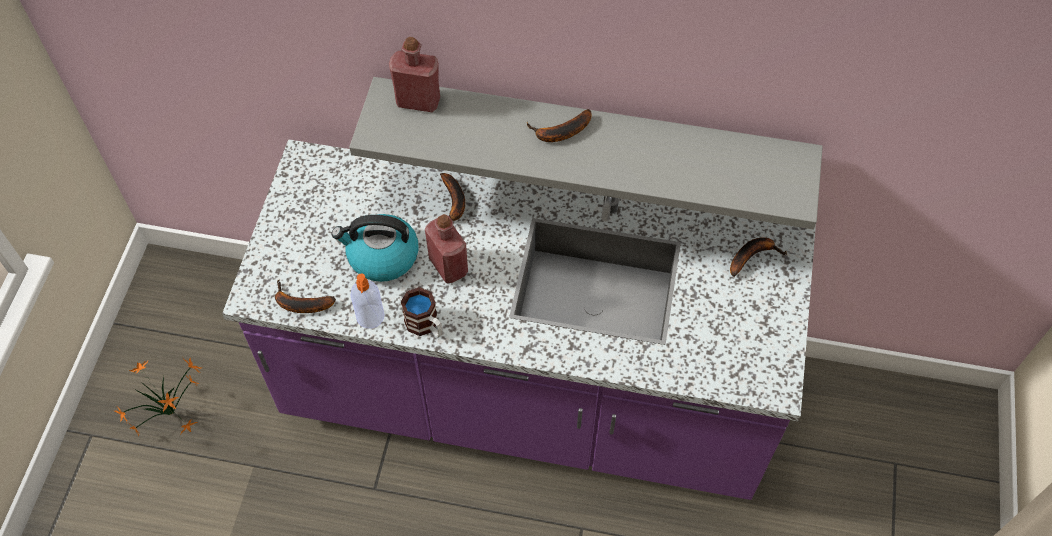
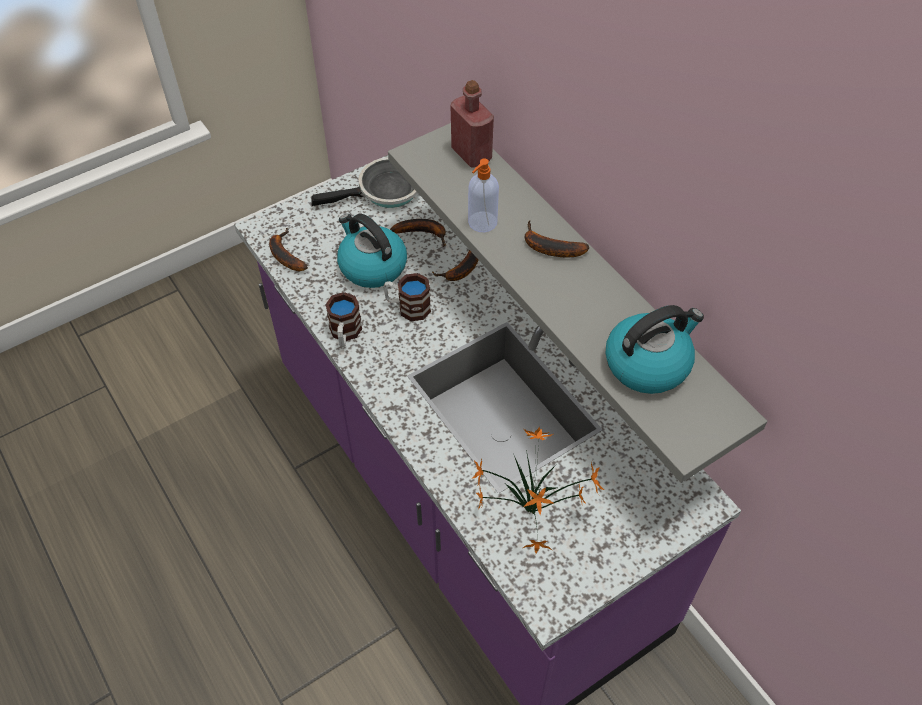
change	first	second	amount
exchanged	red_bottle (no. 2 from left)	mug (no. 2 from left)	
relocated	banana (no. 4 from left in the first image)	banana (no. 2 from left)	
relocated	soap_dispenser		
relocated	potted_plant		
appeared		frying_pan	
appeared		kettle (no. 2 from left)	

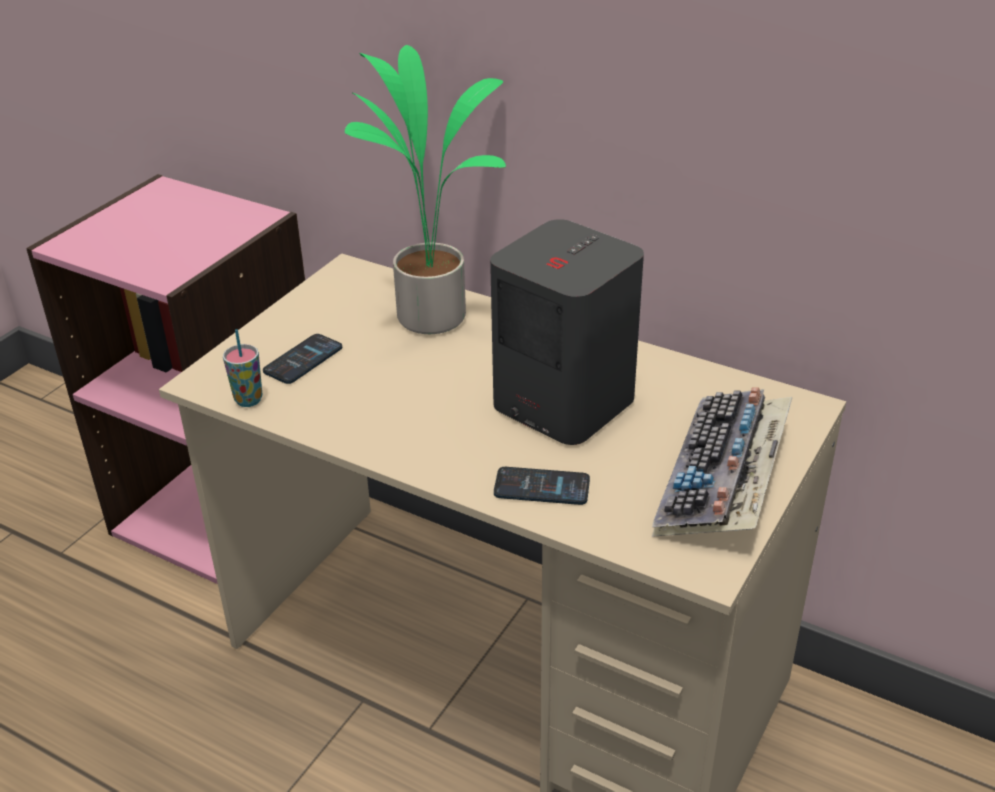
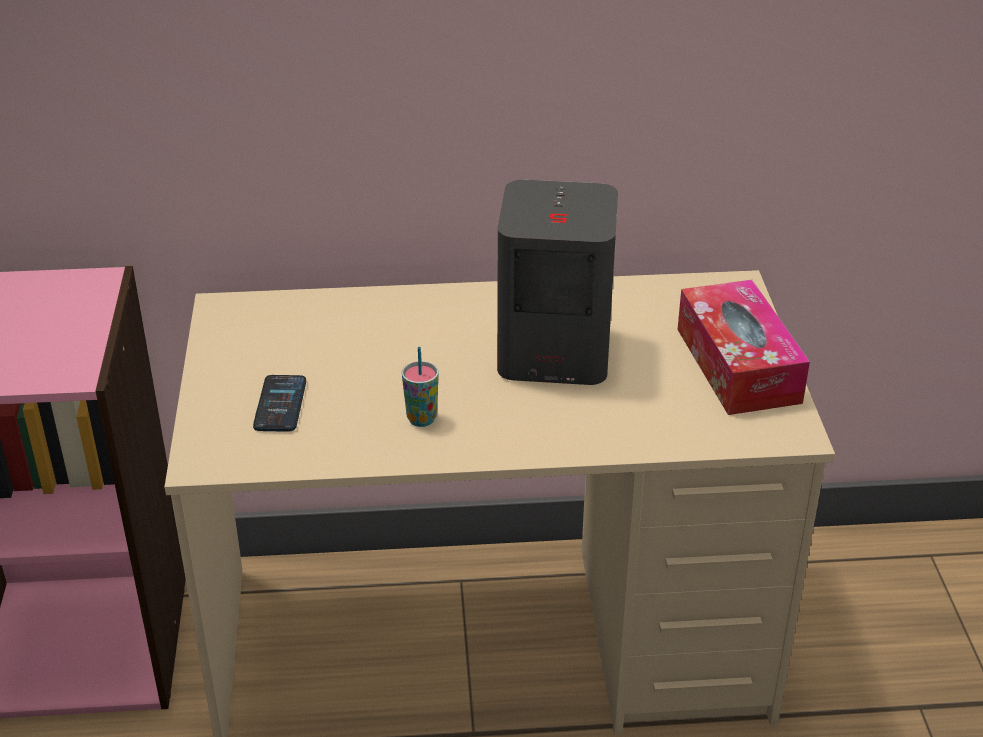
change	first	second	amount
missing	potted_plant		
relocated	cup		
exchanged	keyboard	tissue_box	
missing	phone (no. 2 from left)		

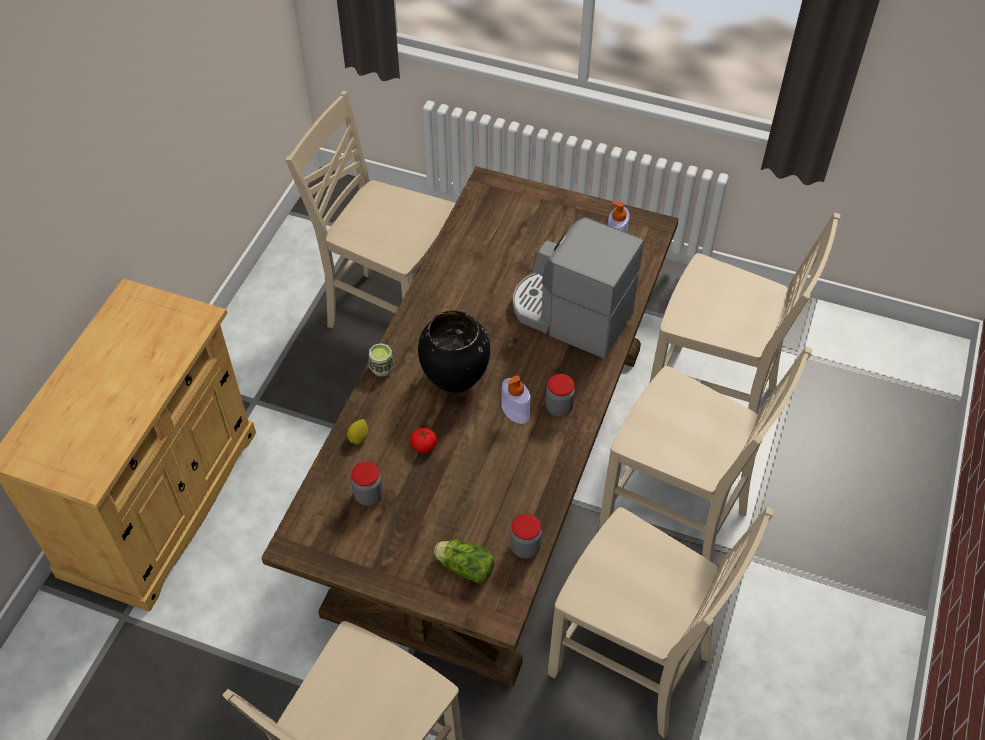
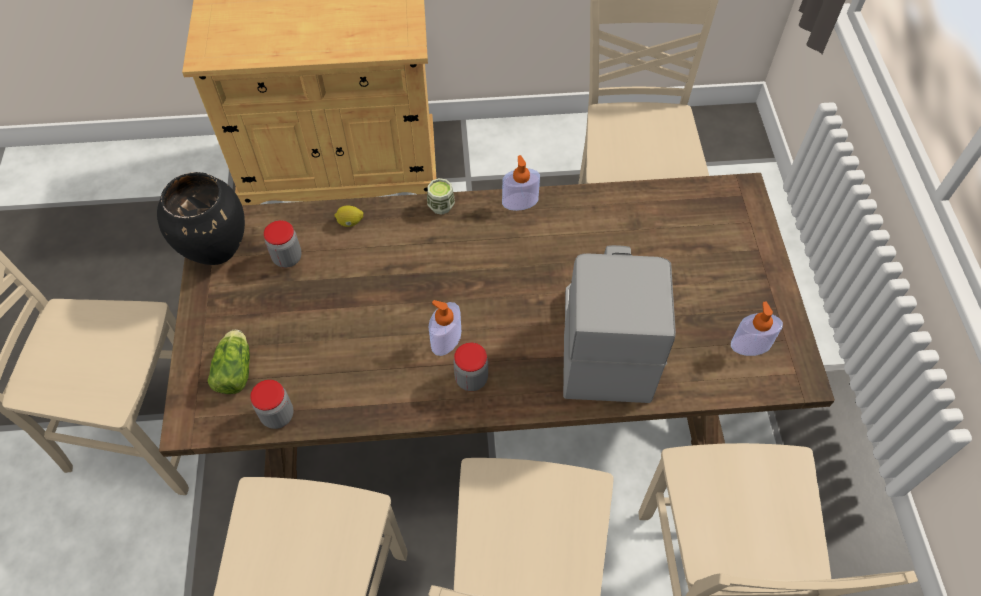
change	first	second	amount
relocated	black_vase		
missing	tomato		
appeared		soap_dispenser (no. 2 from left)	

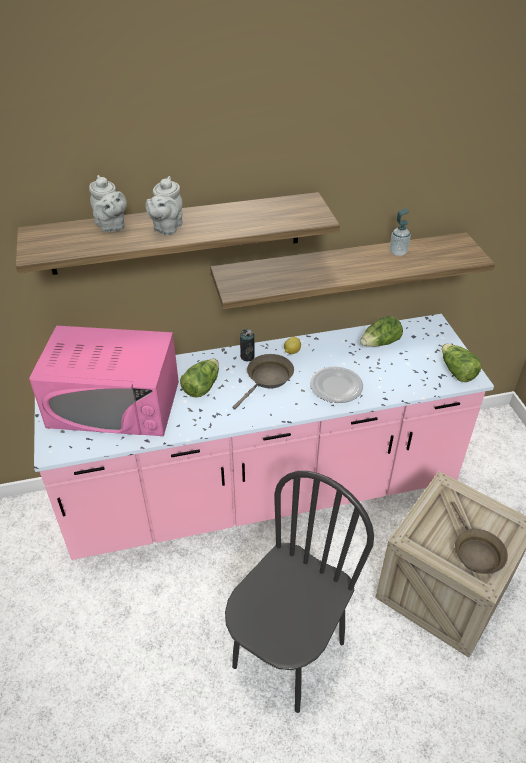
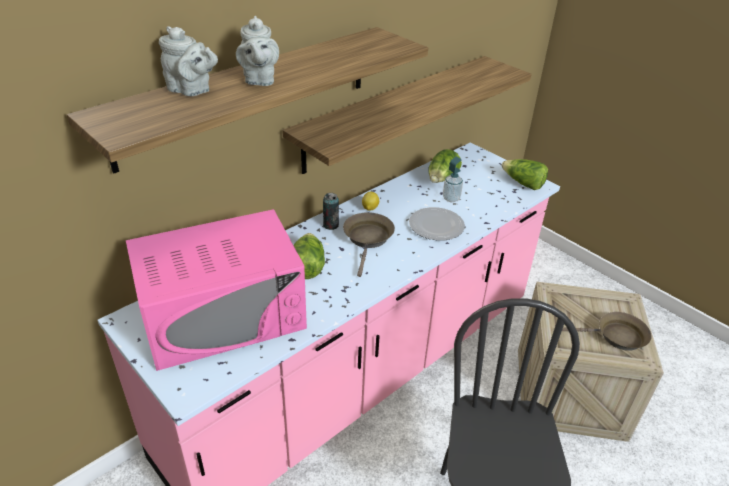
change	first	second	amount
relocated	soap_dispenser		
spun	brown_frying_pan (no. 2 from left)		45 degrees counterclockwise

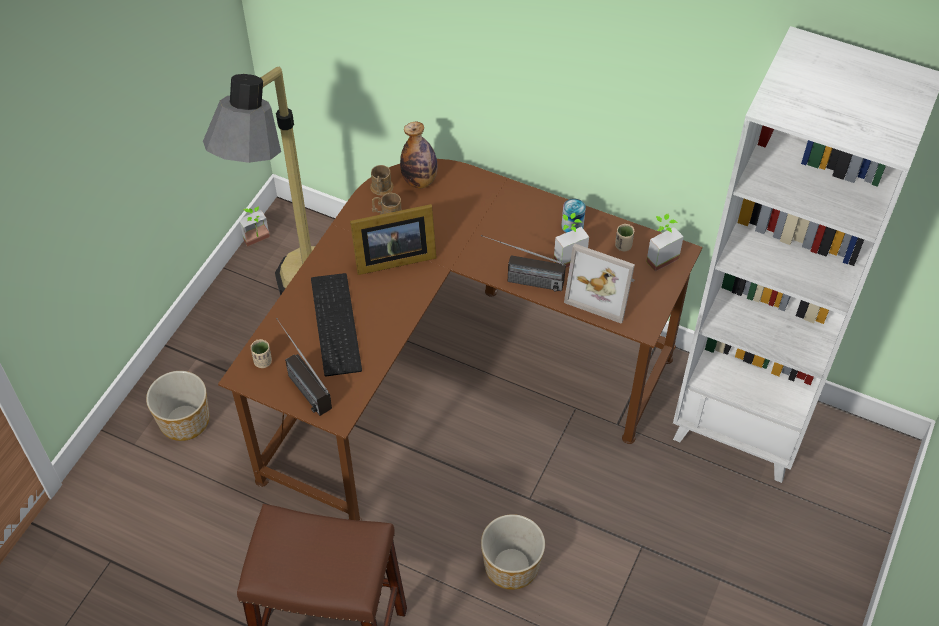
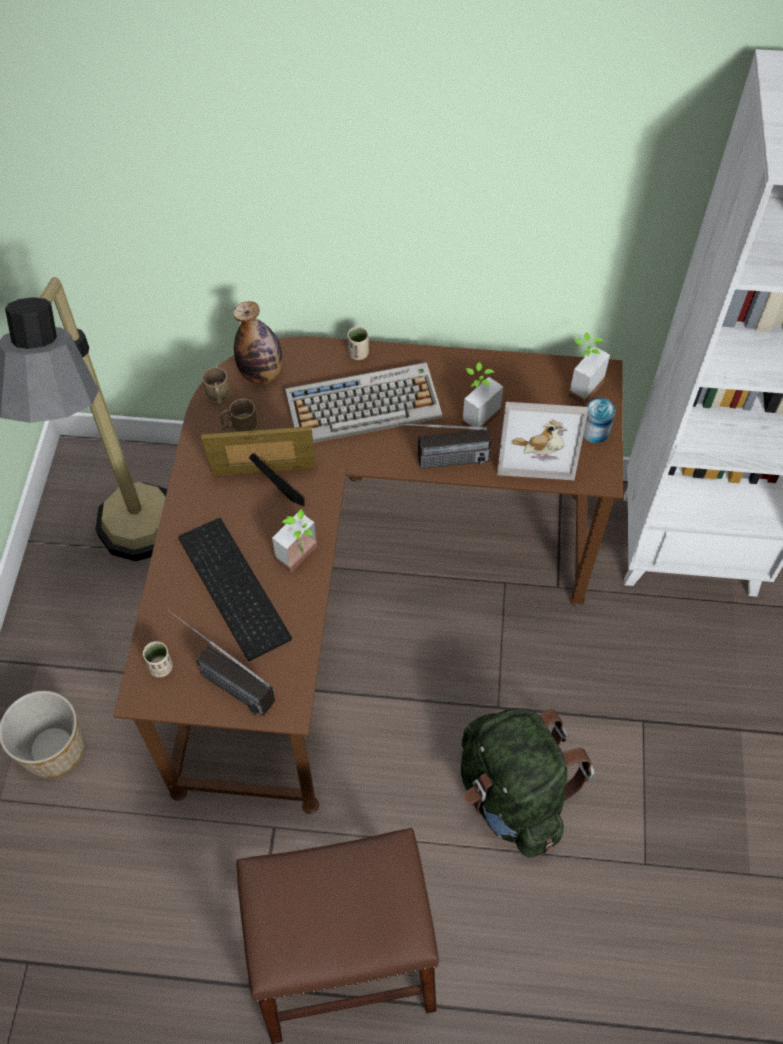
change	first	second	amount
relocated	can		
spun	picture_frame (no. 1 from left)		150 degrees counterclockwise
relocated	potted_plant (no. 1 from left)		
relocated	beige_cup (no. 2 from left)		
exchanged	planter (no. 2 from left)	green_backpack	
appeared		keyboard (no. 2 from left)	

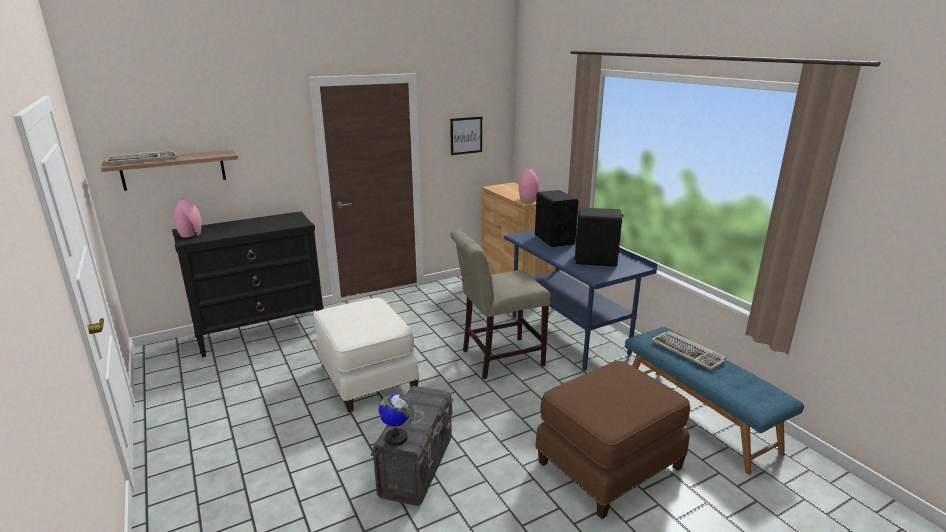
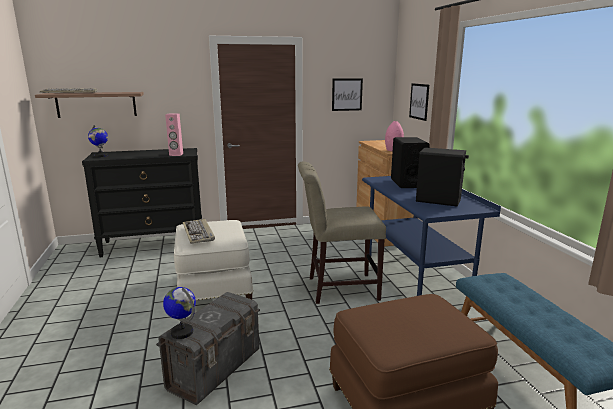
change	first	second	amount
exchanged	pink_vase (no. 1 from left)	globe (no. 1 from left)	
relocated	keyboard (no. 2 from left)		
appeared		picture (no. 2 from left)	
appeared		pink_speaker	

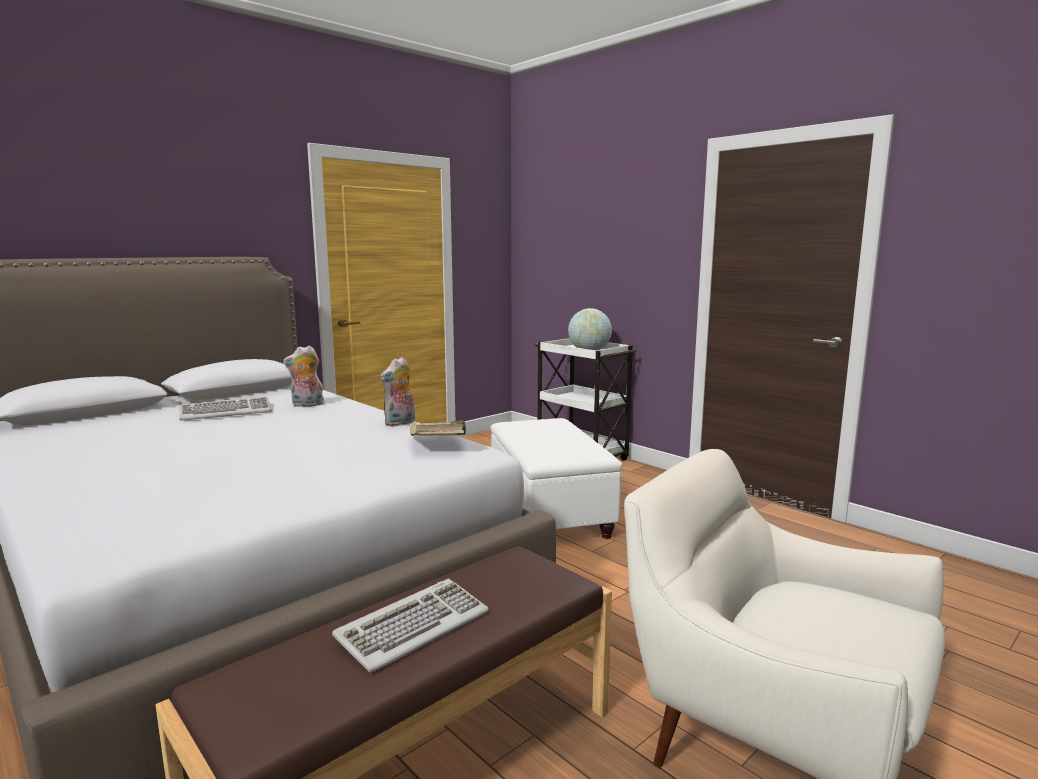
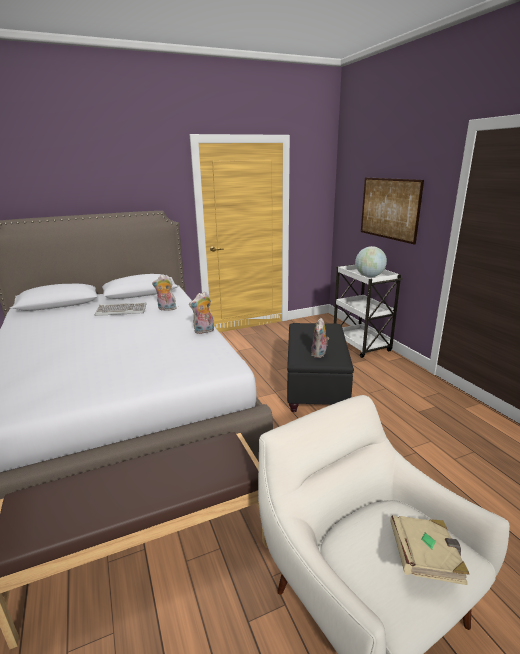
change	first	second	amount
colour	white_ottoman	black_ottoman	
relocated	beige_book		
missing	keyboard (no. 2 from left)		
appeared		picture	
appeared		plush_toy (no. 3 from left)	

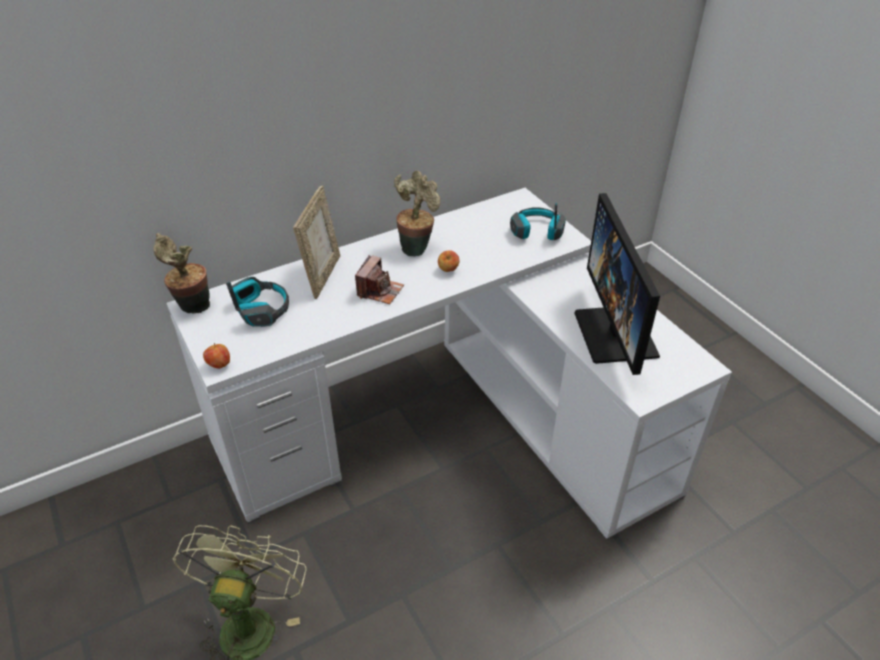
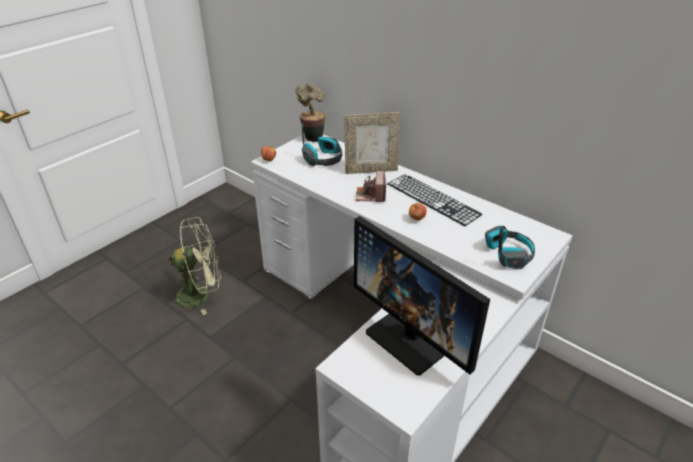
change	first	second	amount
exchanged	potted_plant (no. 2 from left)	keyboard	
spun	monitor		105 degrees counterclockwise
spun	photo_camera		90 degrees clockwise

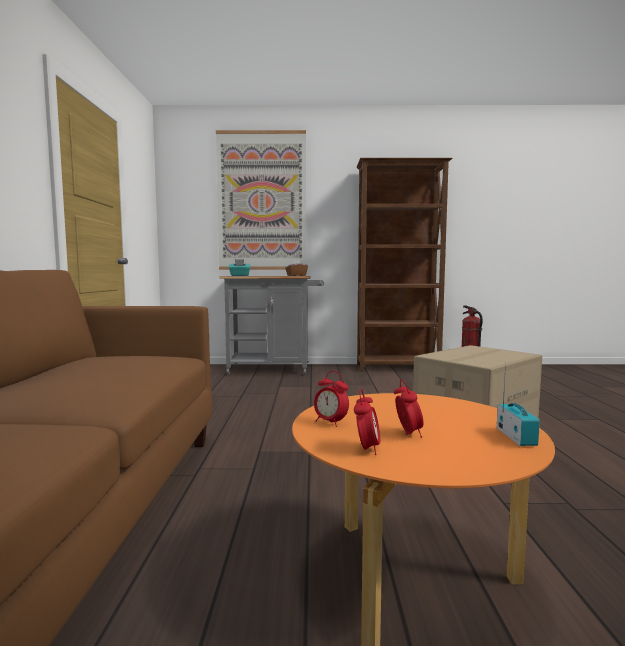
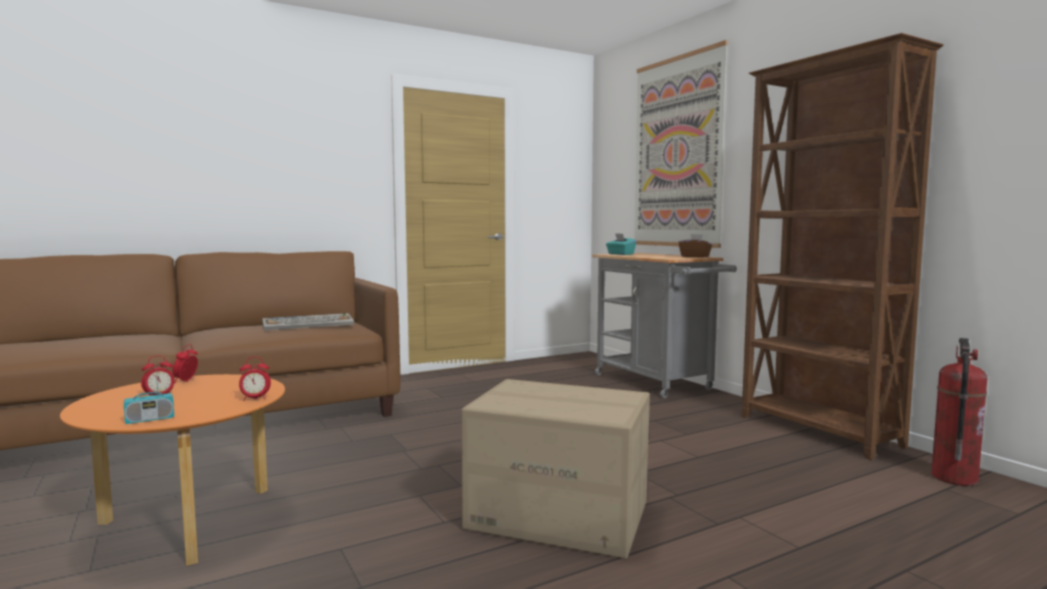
change	first	second	amount
relocated	alarm_clock (no. 2 from left in the first image)	alarm_clock (no. 3 from left)	
appeared		keyboard	

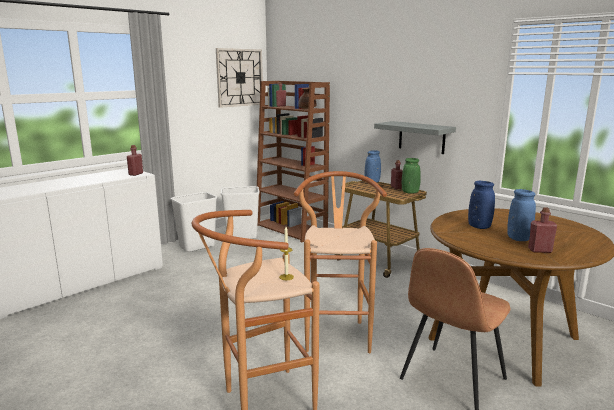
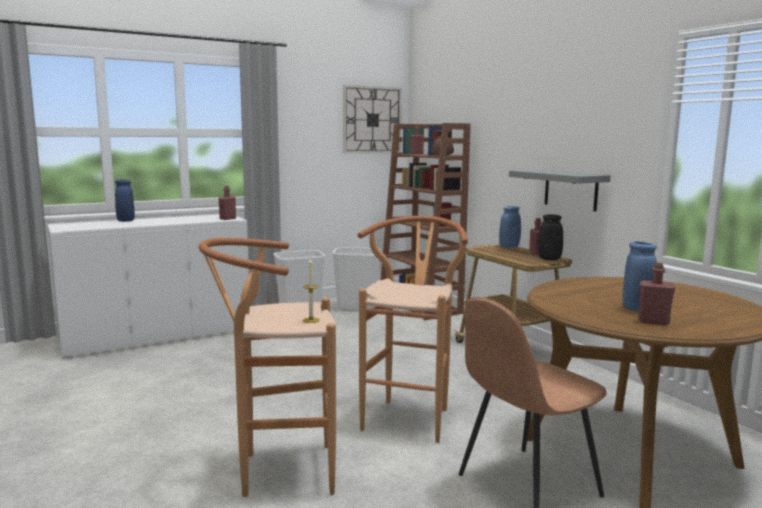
change	first	second	amount
colour	green_vase	black_vase	
relocated	blue_vase (no. 2 from left in the first image)	blue_vase (no. 1 from left)	

